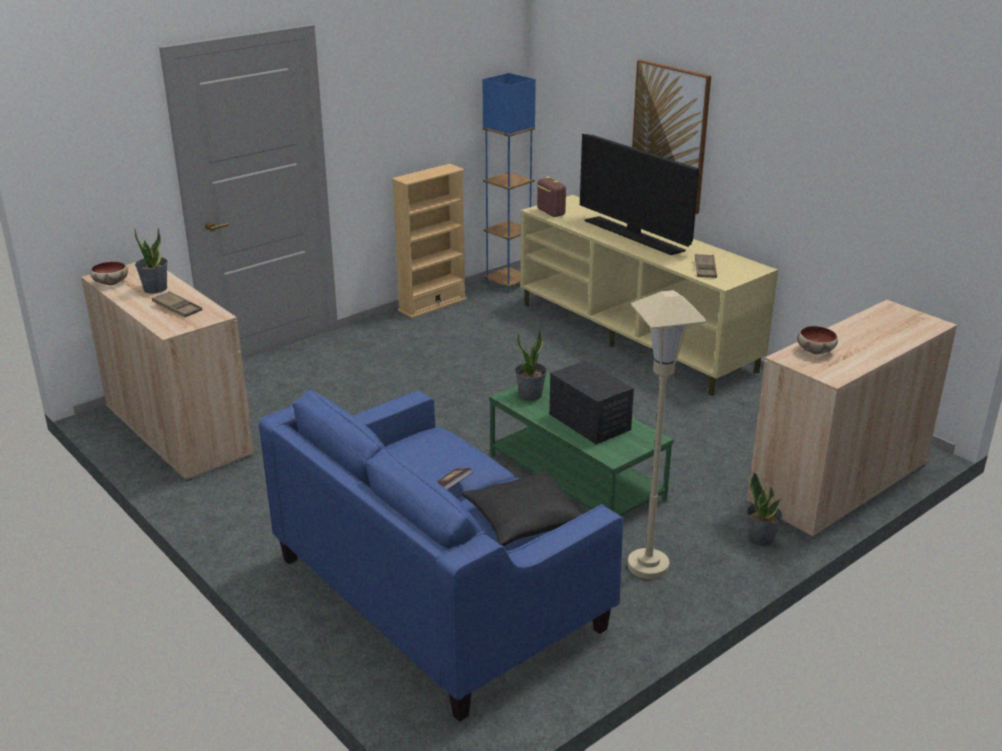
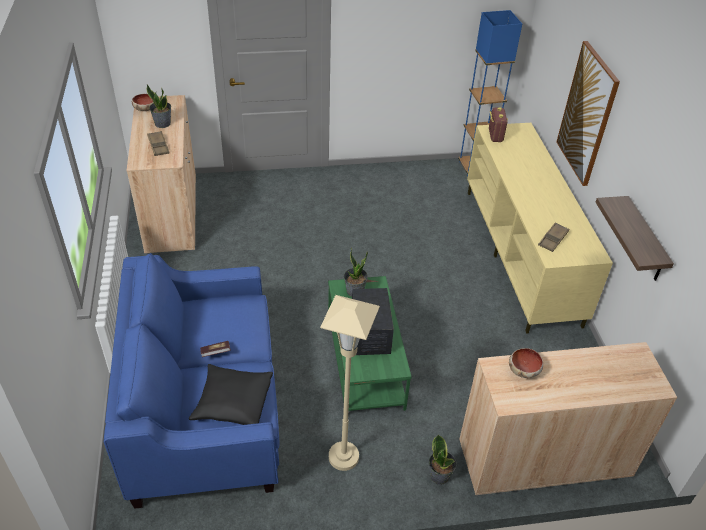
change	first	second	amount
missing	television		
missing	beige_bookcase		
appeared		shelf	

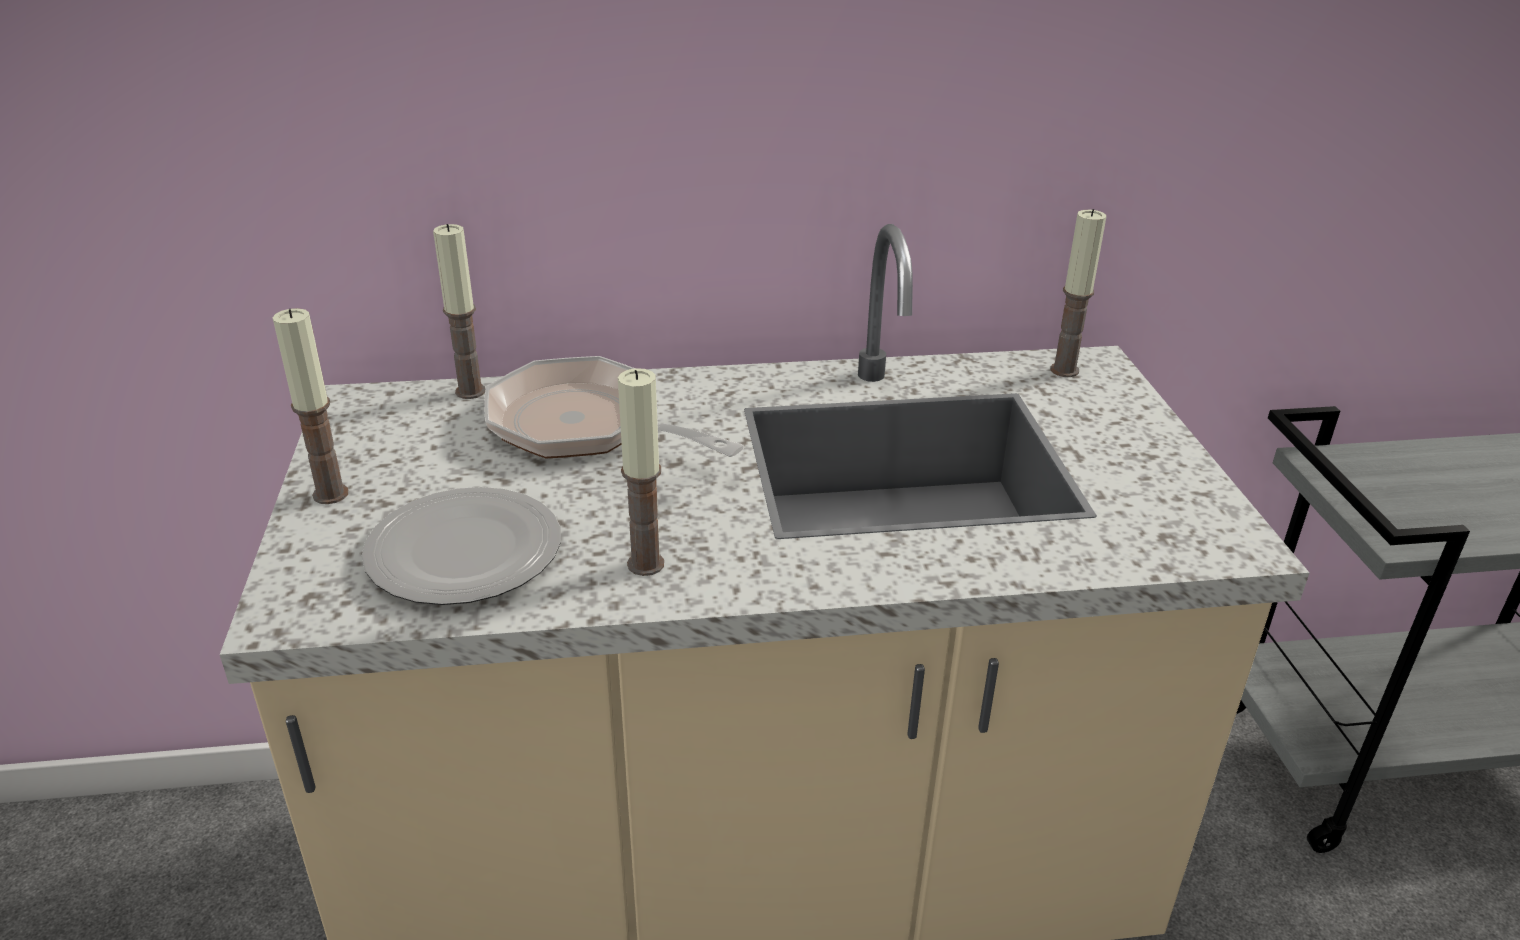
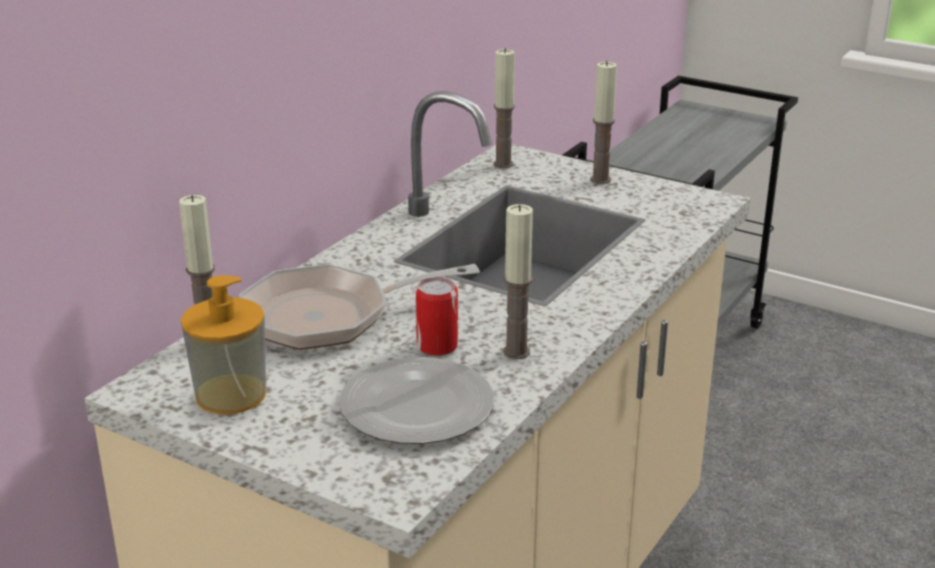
change	first	second	amount
relocated	candle (no. 1 from left in the first image)	candle (no. 4 from left)	
appeared		soap_dispenser	
appeared		can	

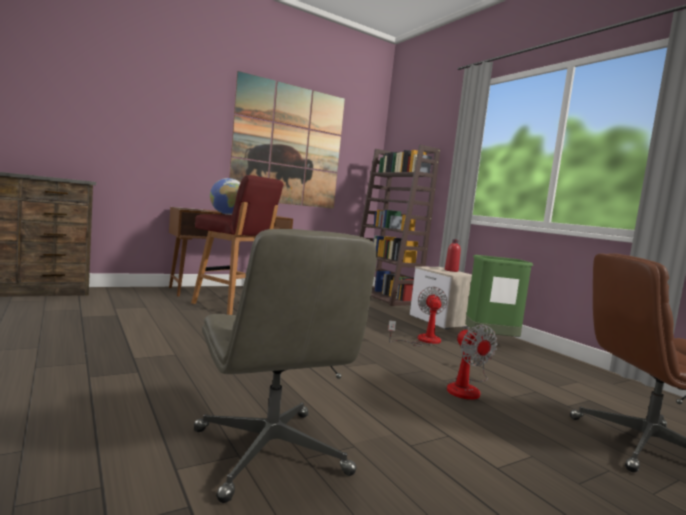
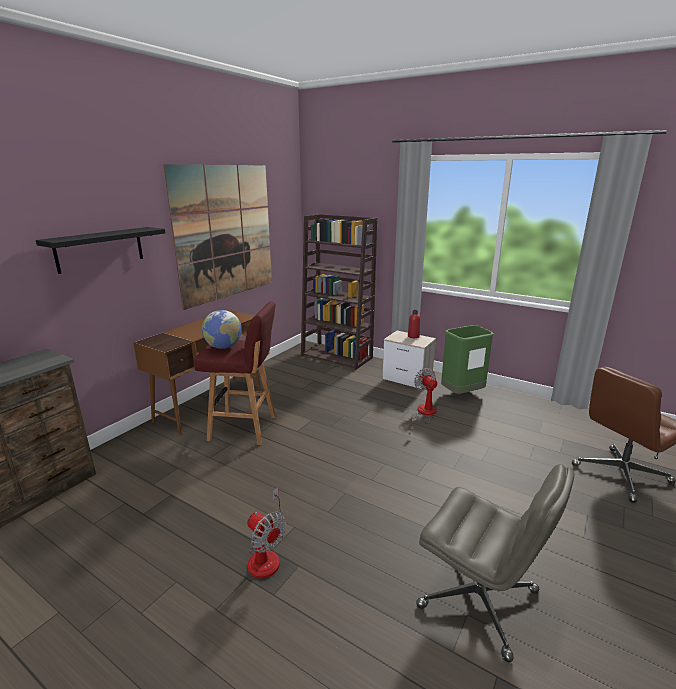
change	first	second	amount
relocated	fan (no. 2 from left in the first image)	fan (no. 1 from left)	
appeared		black_shelf	

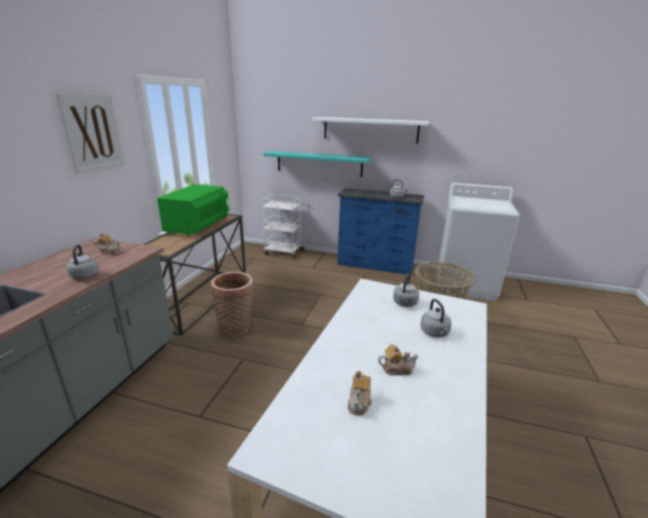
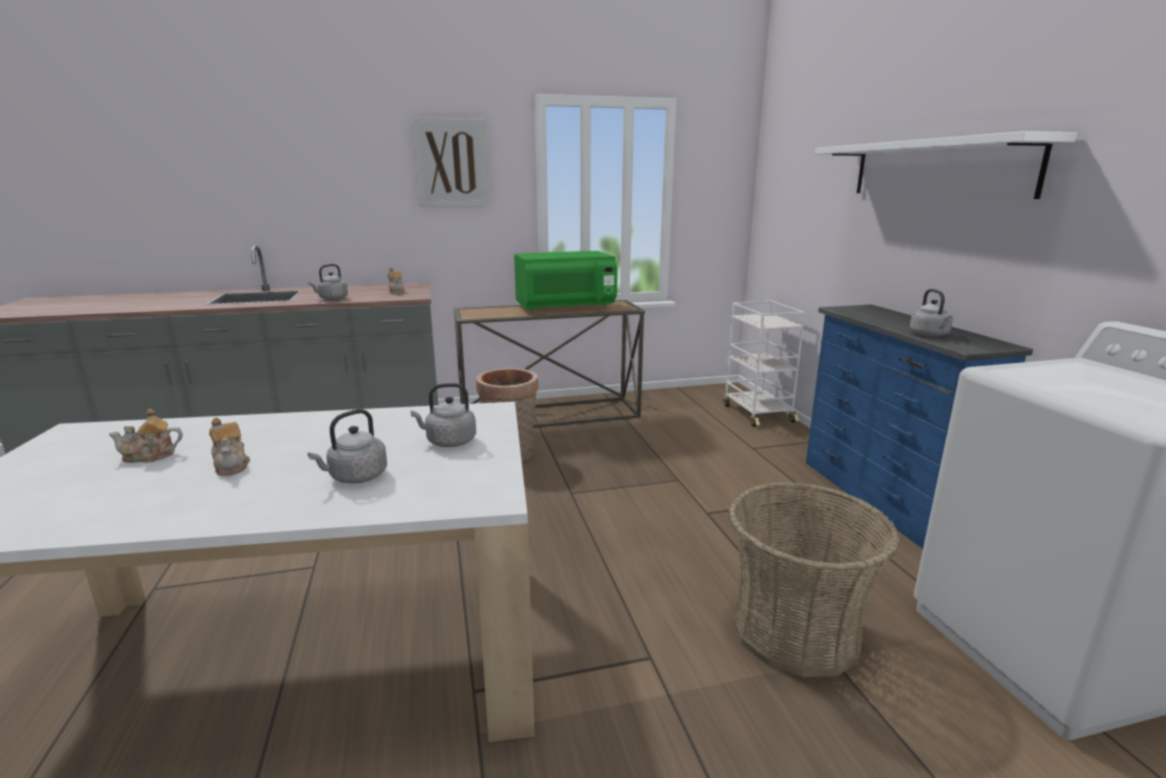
change	first	second	amount
missing	turquoise_shelf		

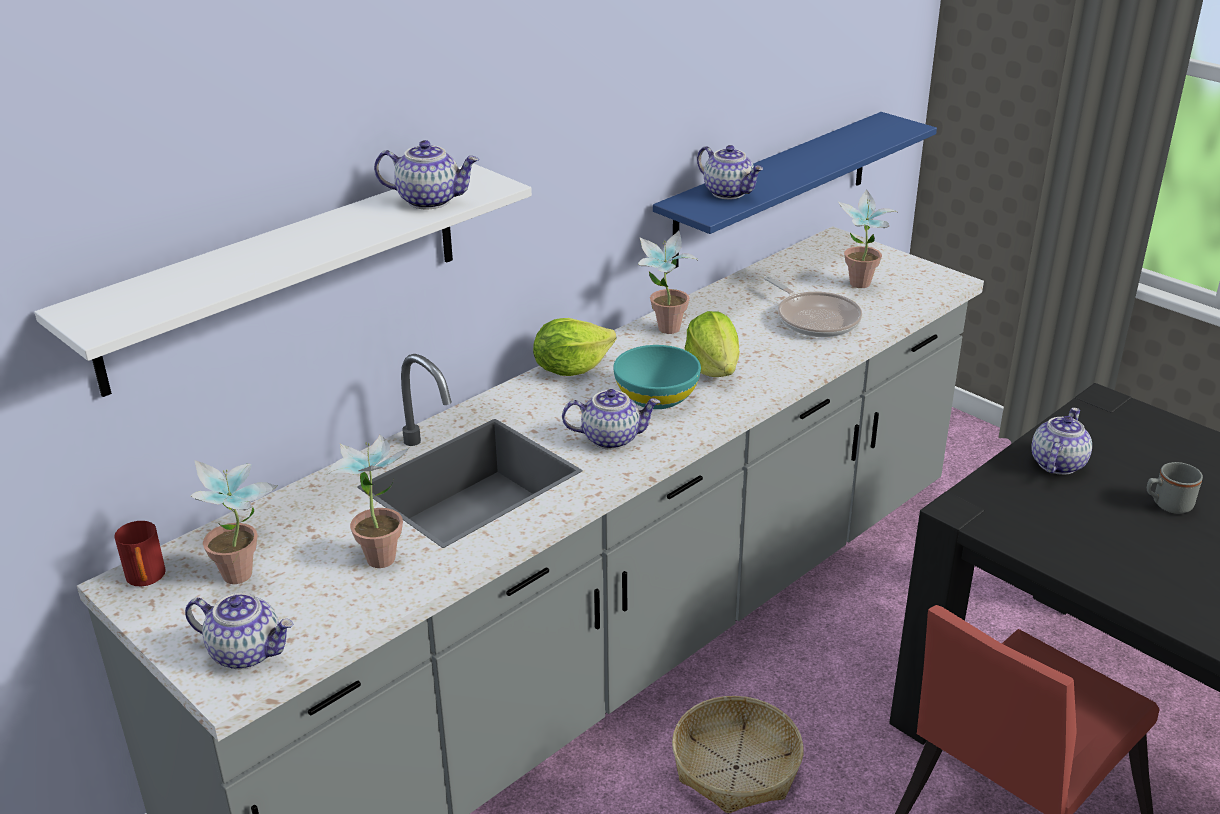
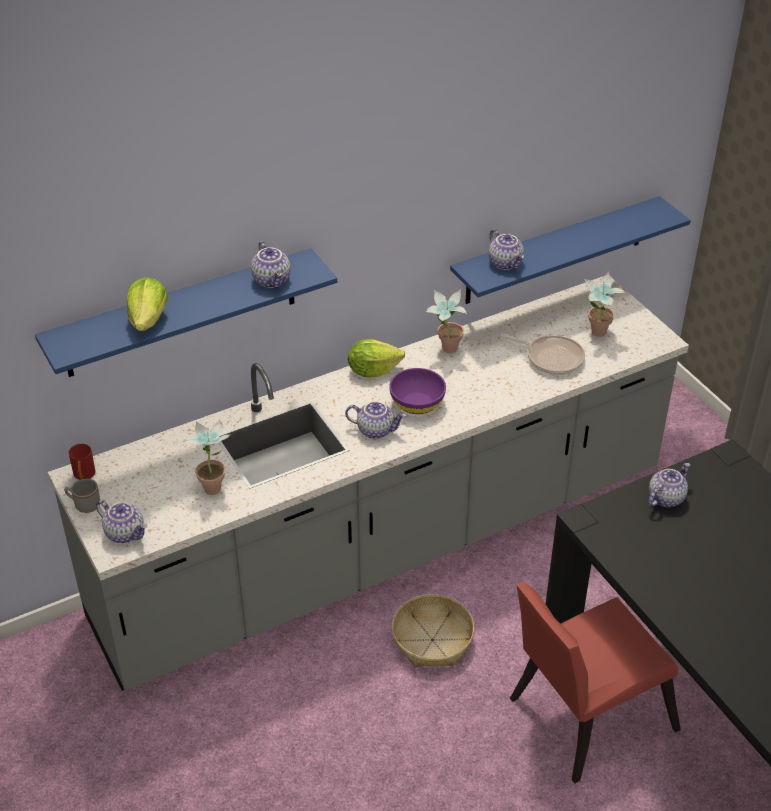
change	first	second	amount
spun	teapot (no. 2 from left)		45 degrees clockwise
colour	white_shelf	blue_shelf (no. 1 from left)	
spun	frying_pan		45 degrees counterclockwise
relocated	lettuce (no. 2 from left in the first image)	lettuce (no. 1 from left)	
colour	turquoise_bowl	purple_bowl	
missing	potted_plant (no. 1 from left)		
relocated	grey_mug		

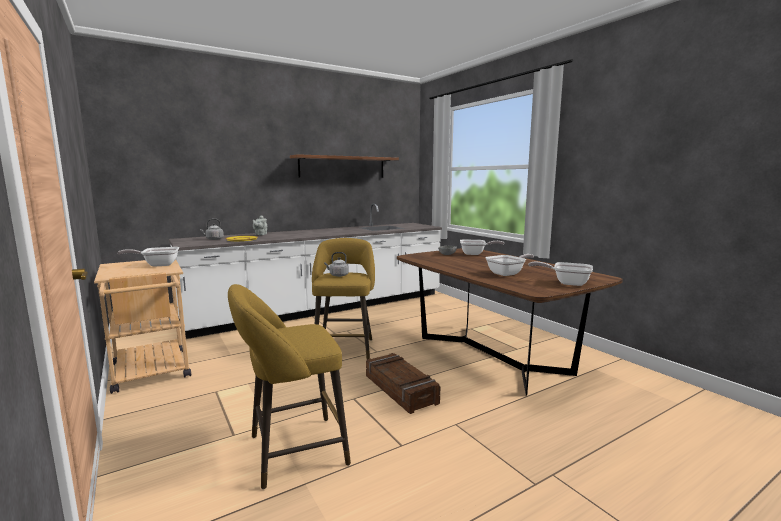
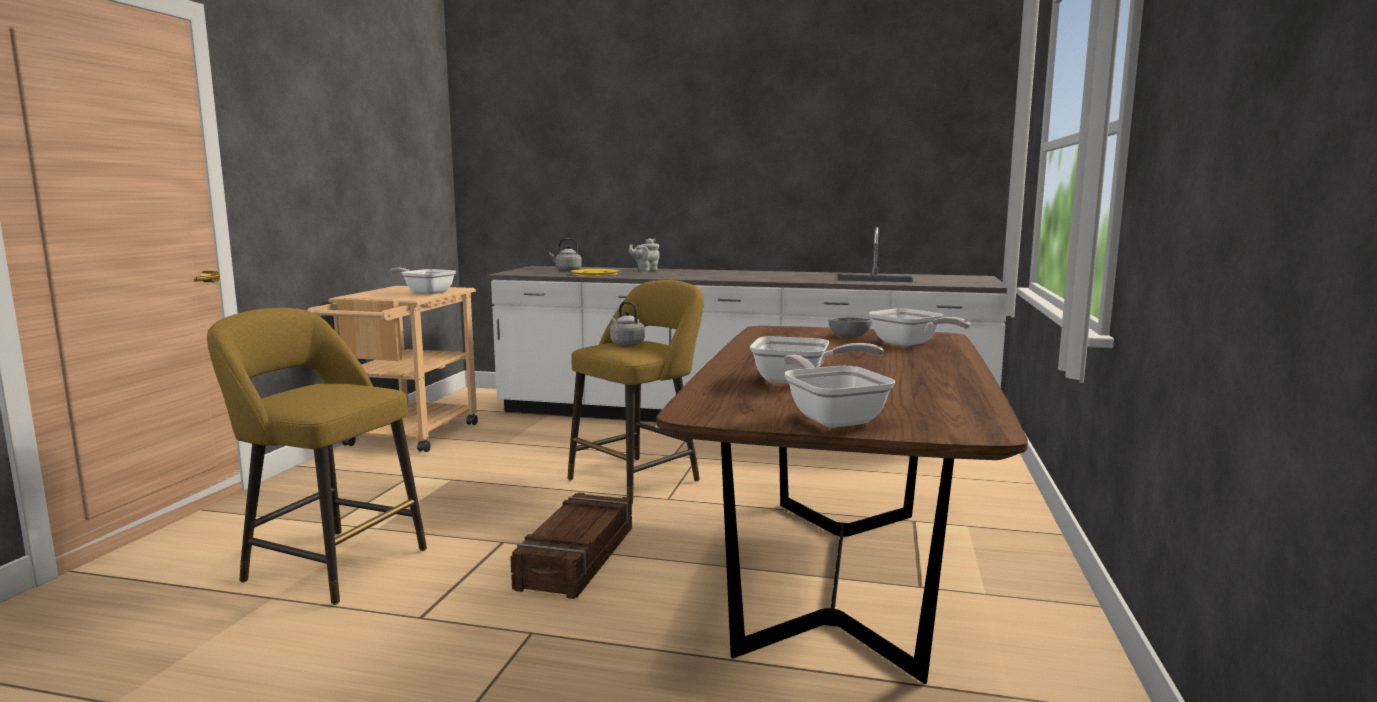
change	first	second	amount
missing	shelf		

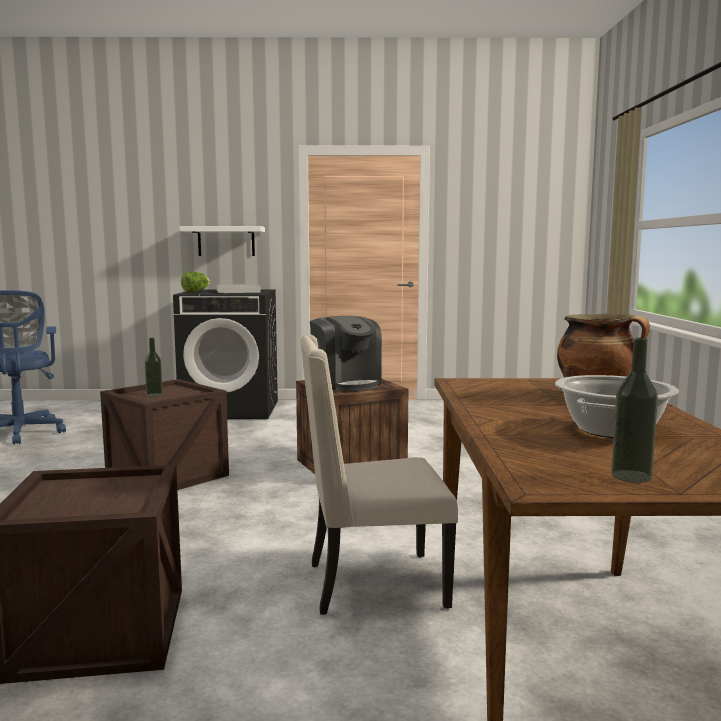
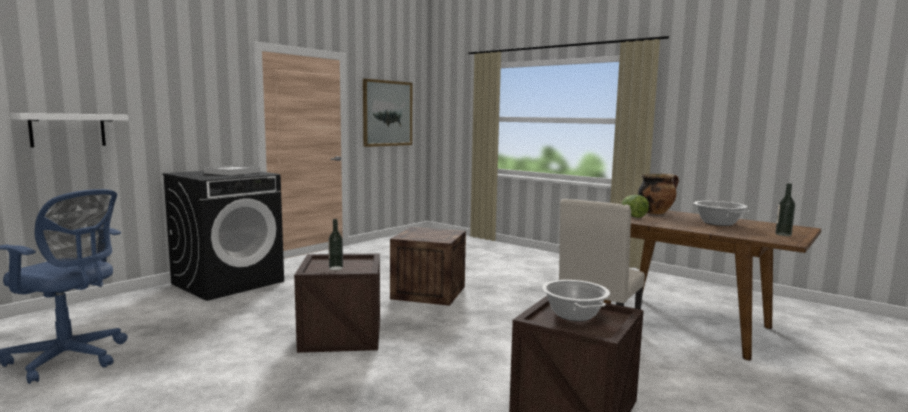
change	first	second	amount
relocated	white_shelf		
relocated	lettuce		
missing	coffee_machine		
appeared		picture	
appeared		cooking_pot (no. 1 from left)	

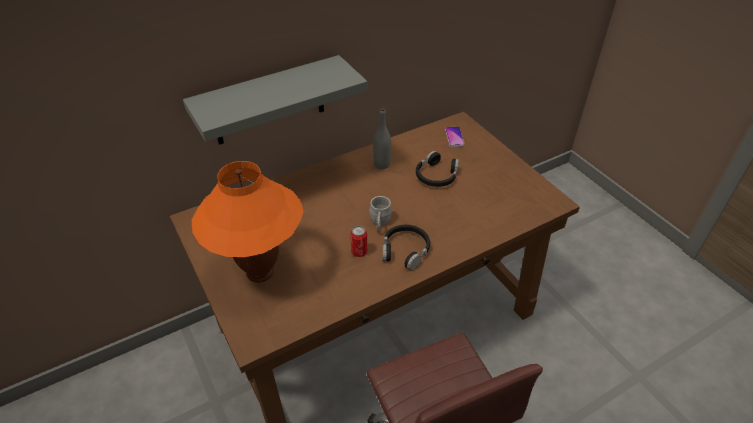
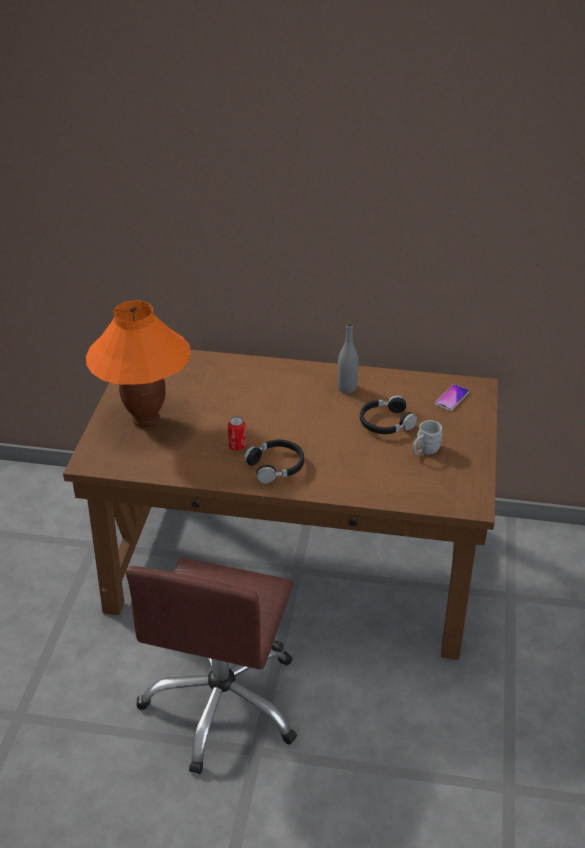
change	first	second	amount
missing	grey_shelf		
relocated	grey_mug		

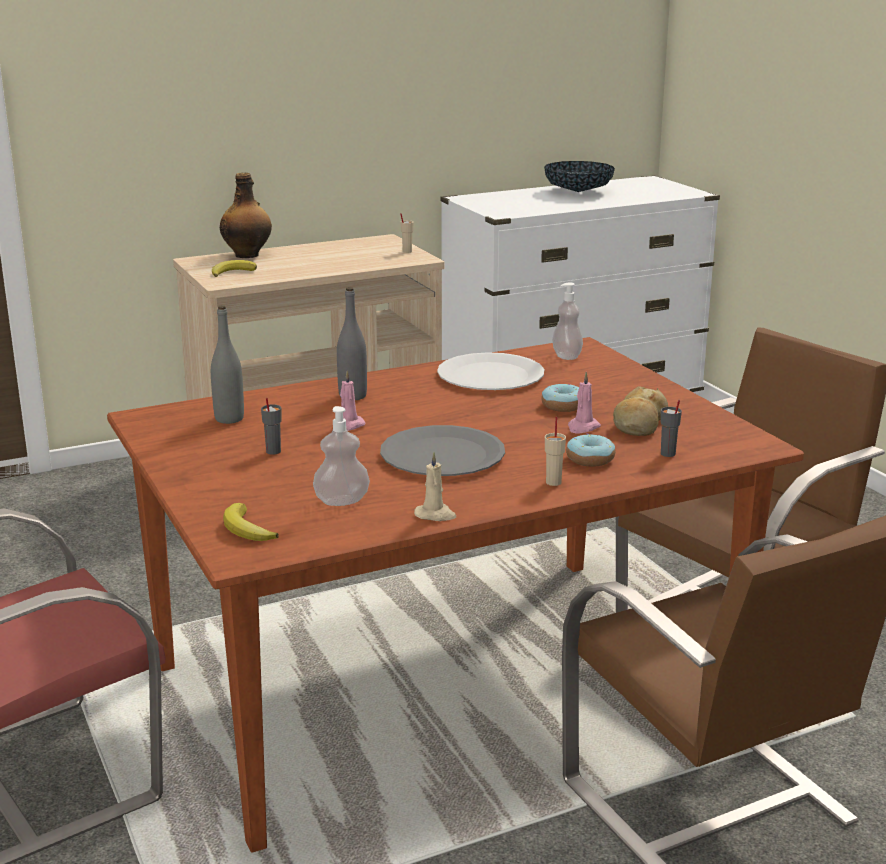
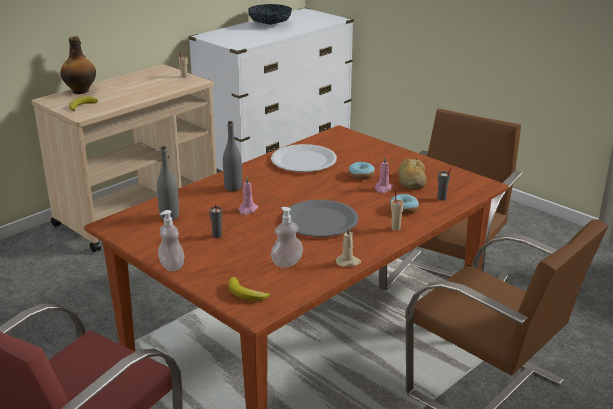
change	first	second	amount
relocated	soap_dispenser (no. 2 from left in the first image)	soap_dispenser (no. 1 from left)	

